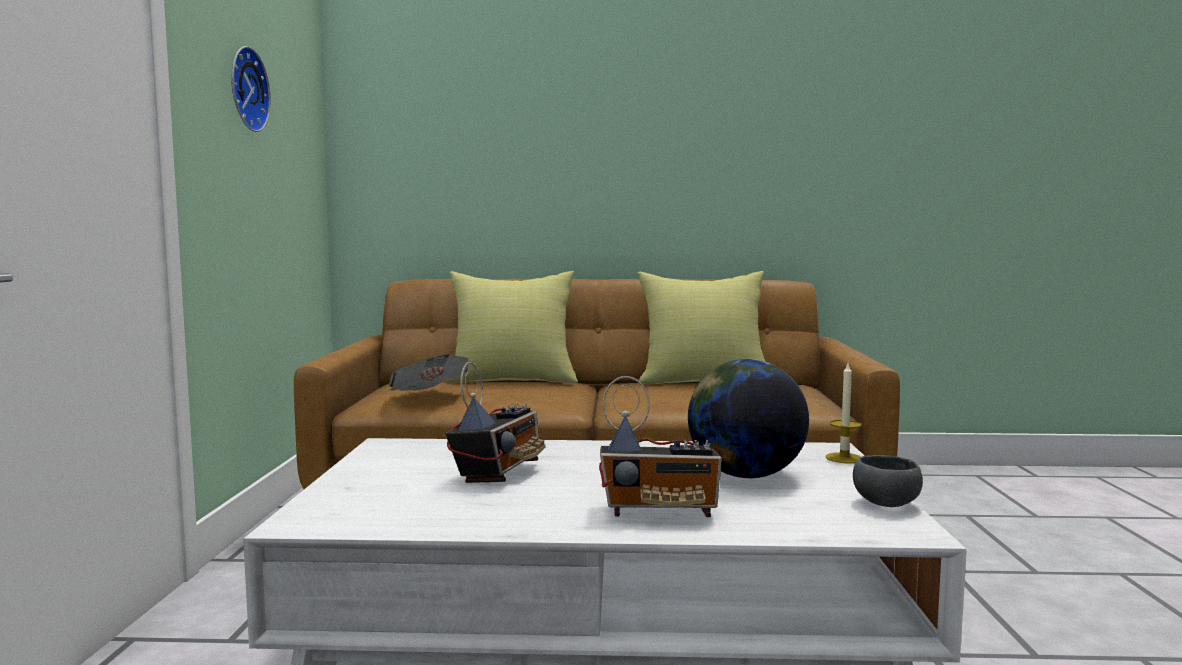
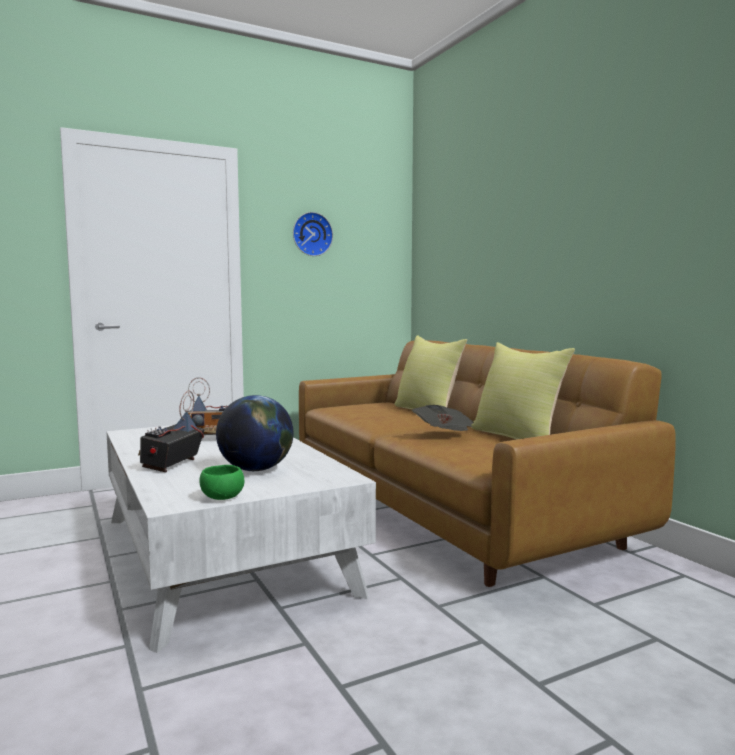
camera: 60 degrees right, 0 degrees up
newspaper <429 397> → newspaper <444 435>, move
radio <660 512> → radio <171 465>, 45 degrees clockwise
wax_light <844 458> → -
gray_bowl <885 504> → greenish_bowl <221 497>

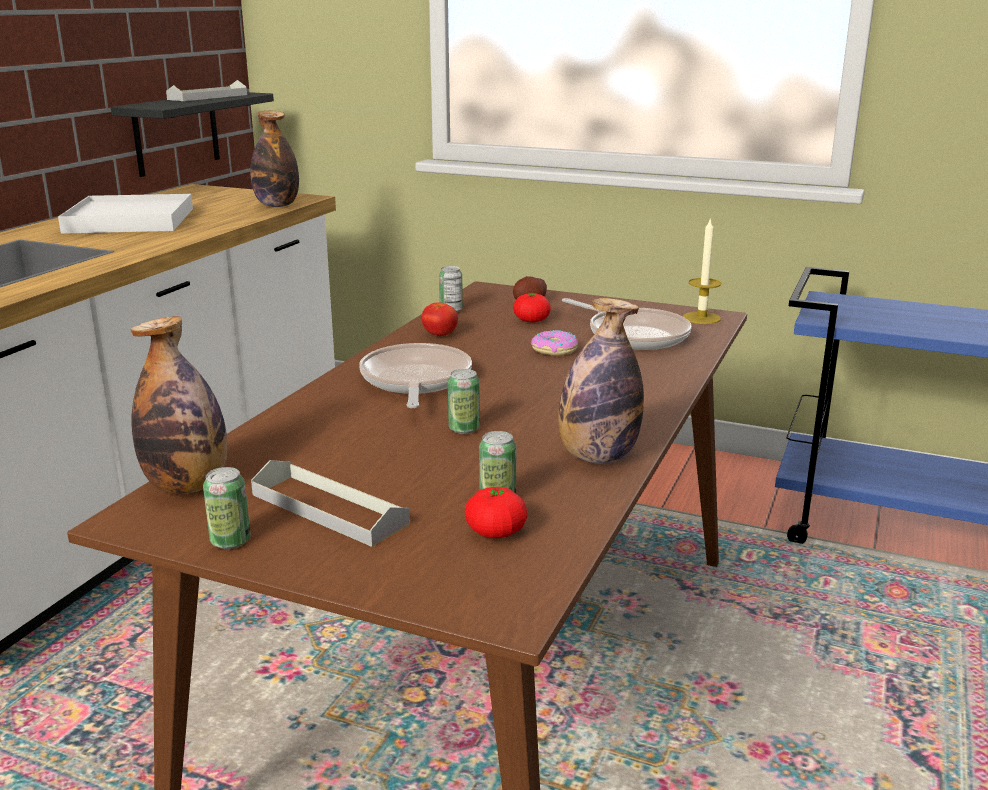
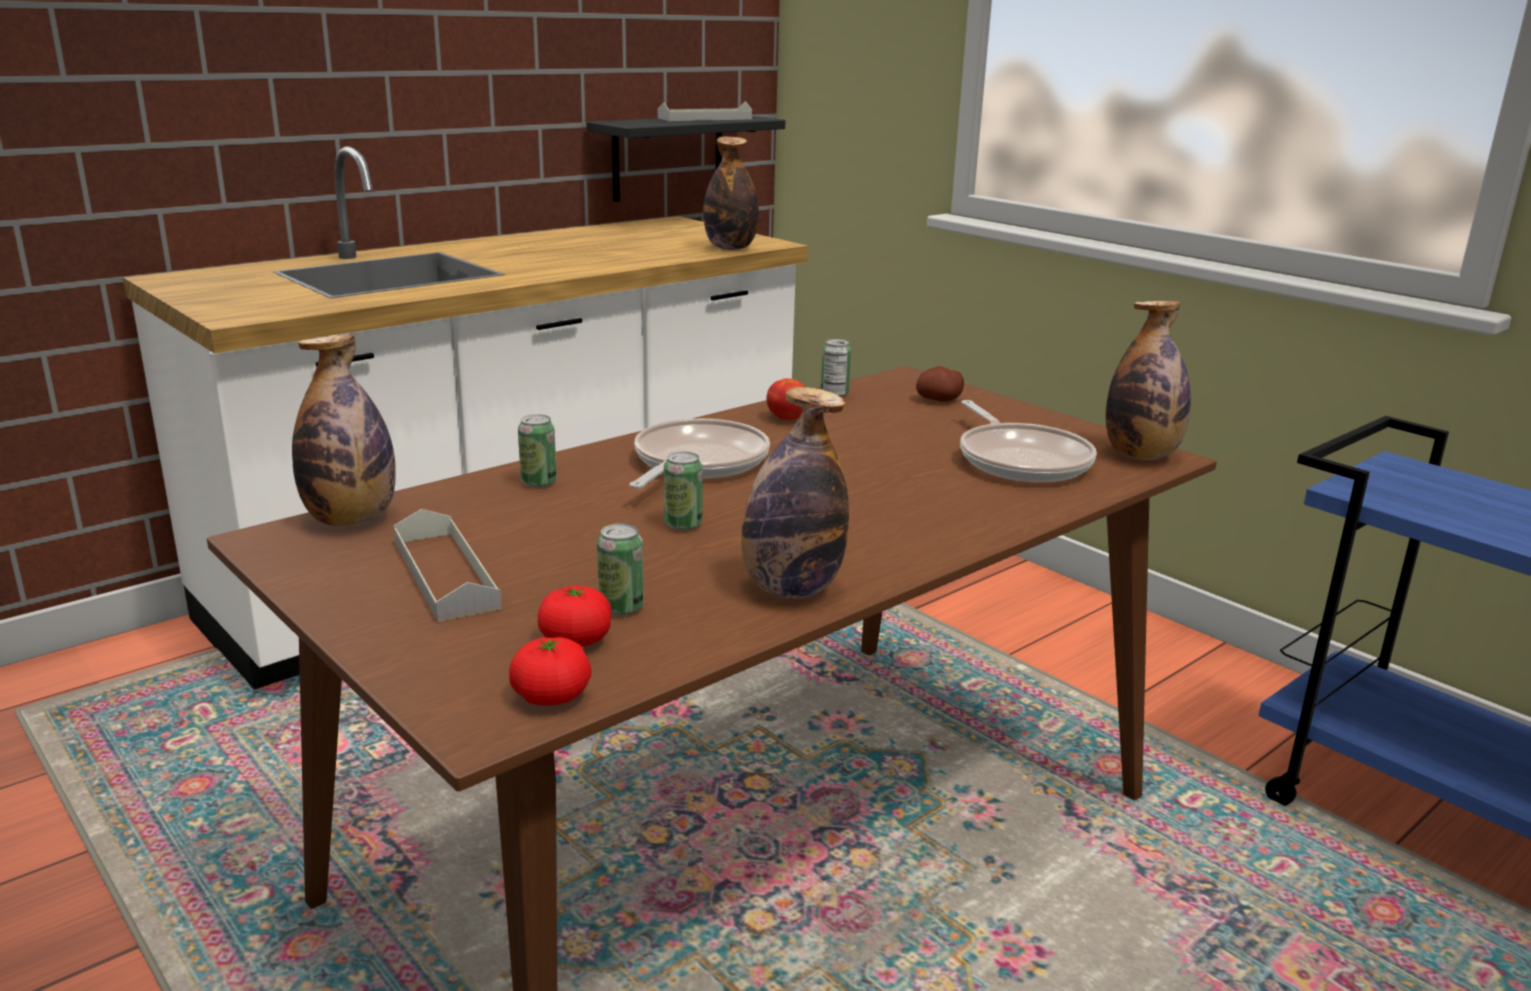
camera: 25 degrees right, 0 degrees up
whitish_carrying_tray <130 220> → -
metal_can <230 541> → metal_can <538 482>, move
tomato <531 320> → tomato <551 696>, move
ring_doughnut <554 350> → -
wax_light <701 318> → beverage_bottle <1141 455>

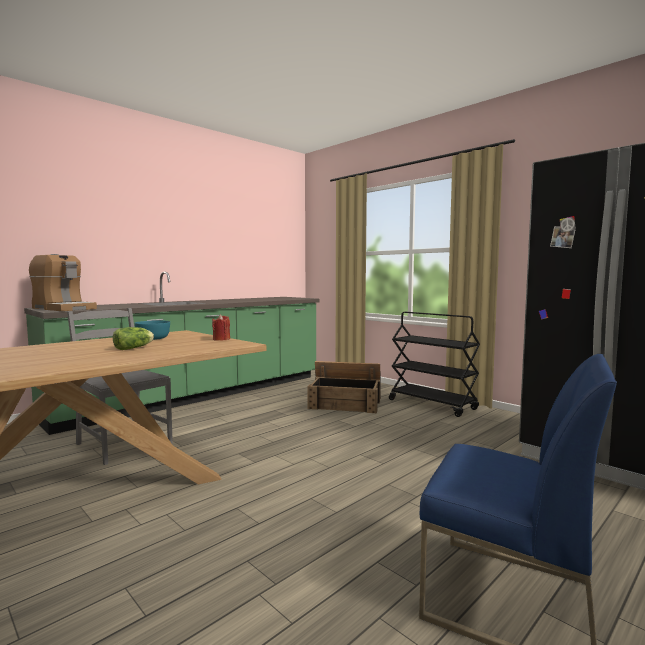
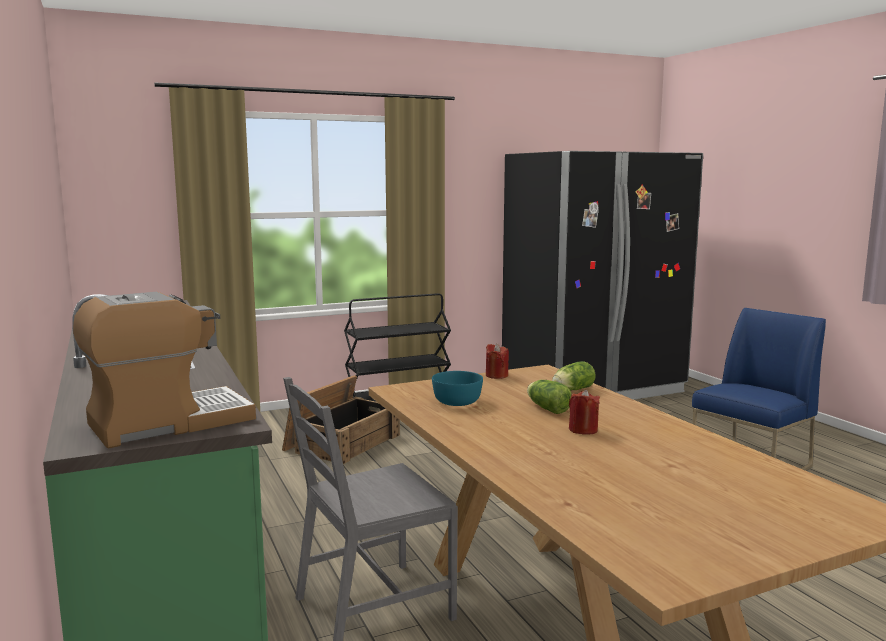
camera: 70 degrees left, 5 degrees up
- → lettuce <571 390>
- → red_wax_light <583 430>

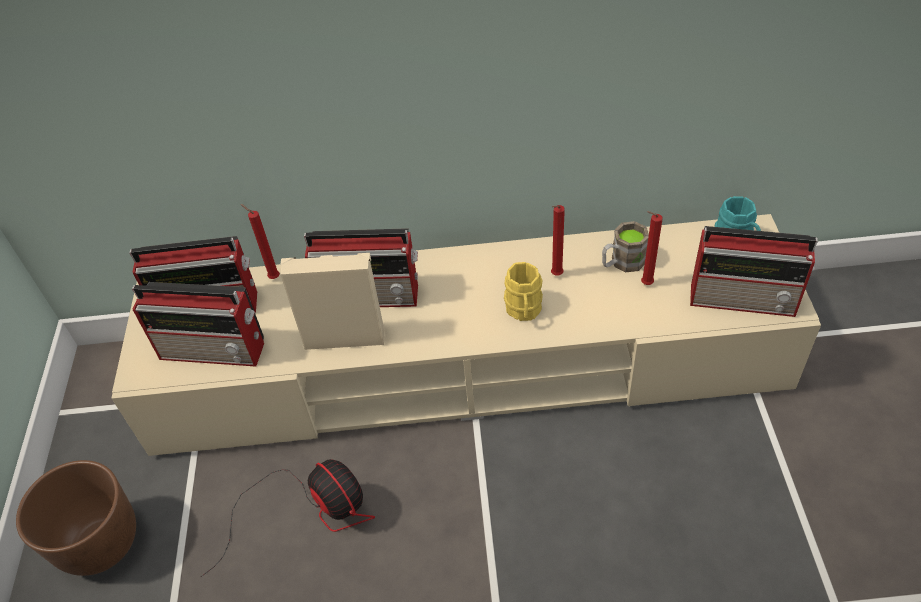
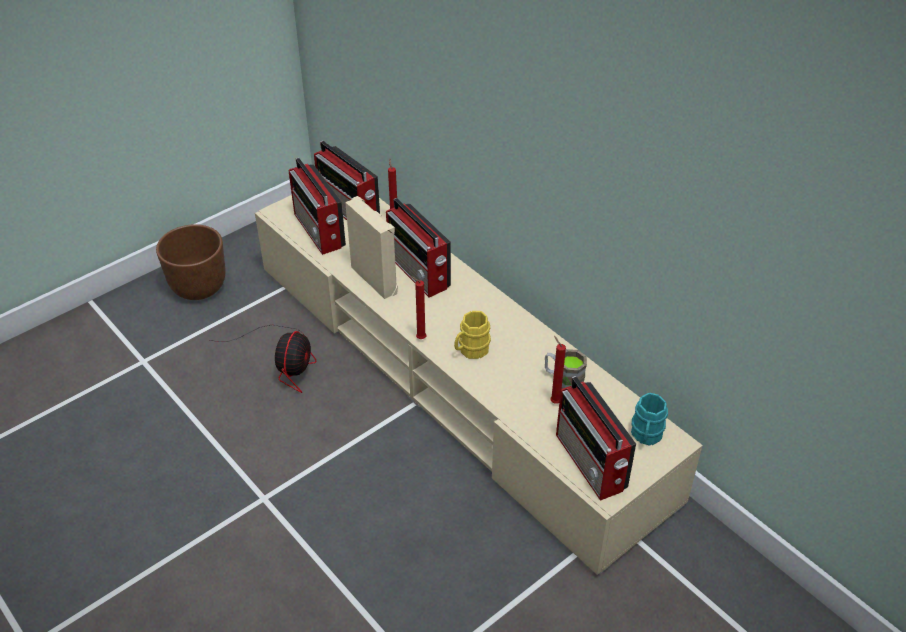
camera: 50 degrees right, 5 degrees down
red_wax_light <555 275> → red_wax_light <419 338>, move

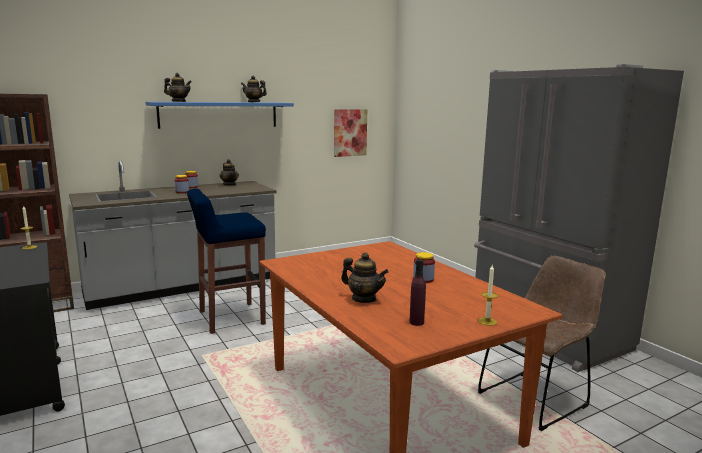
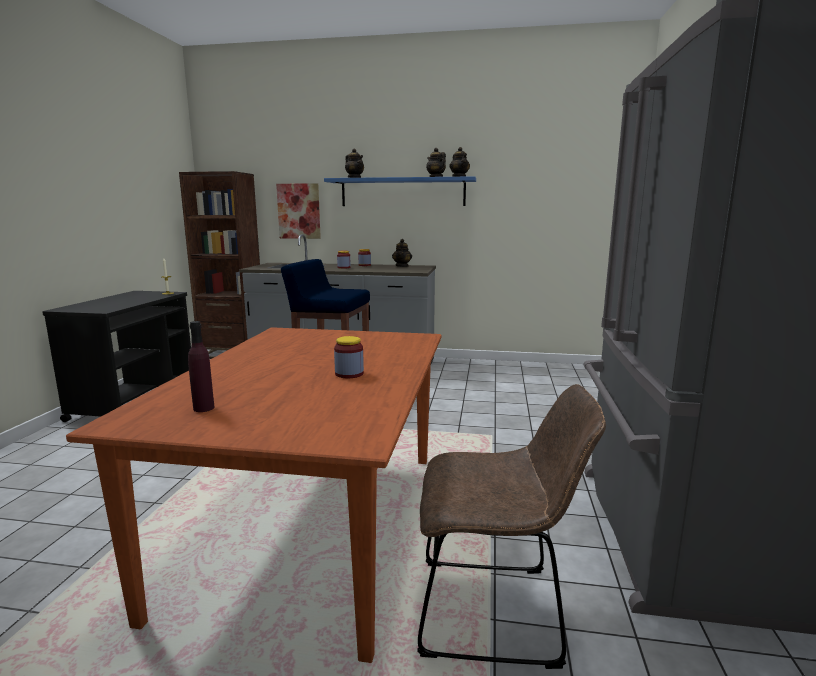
camera: 40 degrees right, 0 degrees up
wall_art <350 132> → wall_art <299 211>, move
teapot <364 299> → teapot <459 177>, move
wax_light <487 321> → -

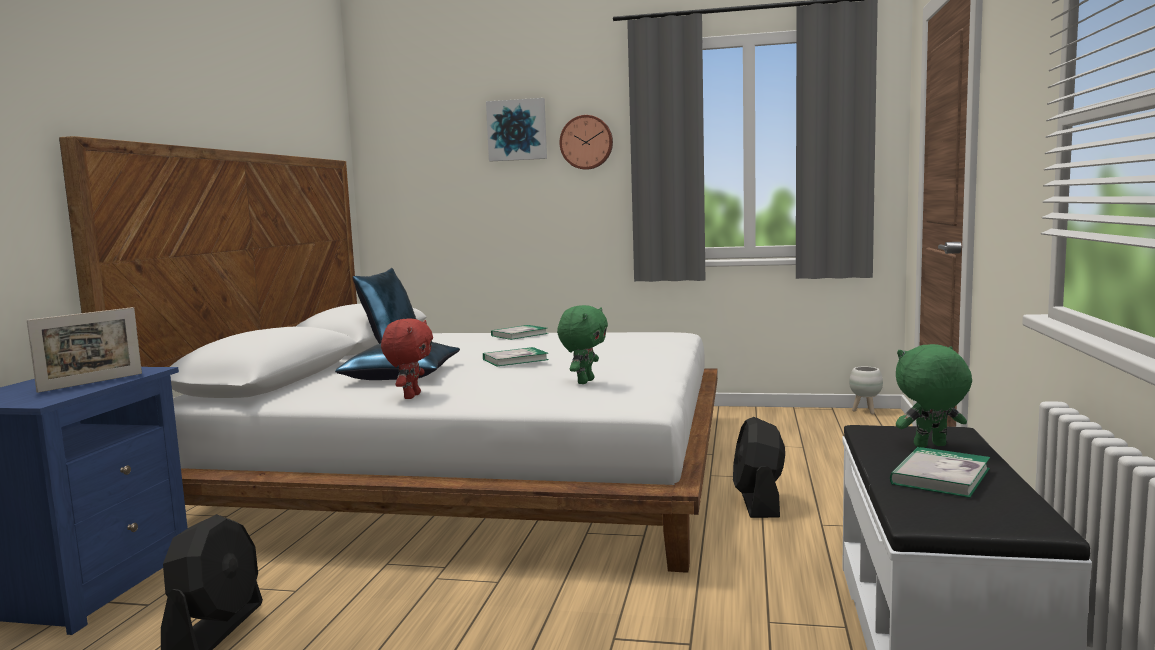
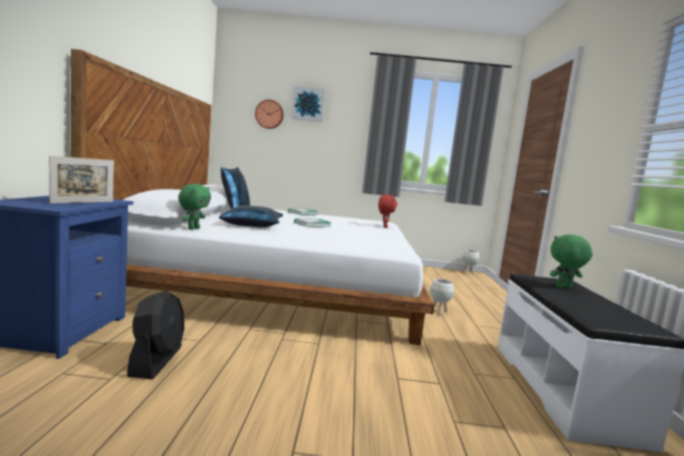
camera: 10 degrees left, 0 degrees up
red_cuddly_toy <411 396> → red_cuddly_toy <384 227>, move
greenish_cuddly_toy <584 381> → greenish_cuddly_toy <193 228>, move
hanging_clock <586 142> → hanging_clock <269 114>, move
blackish_fan <758 502> → whitish_planter <439 312>
book <940 476> → -

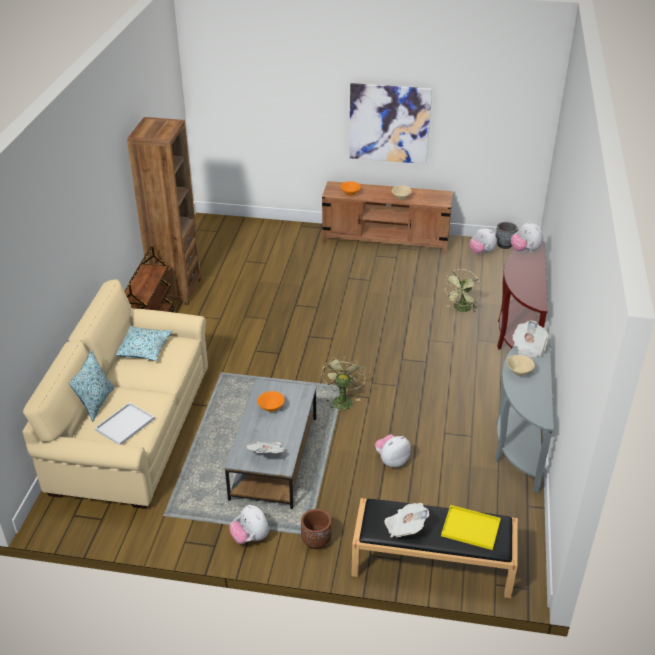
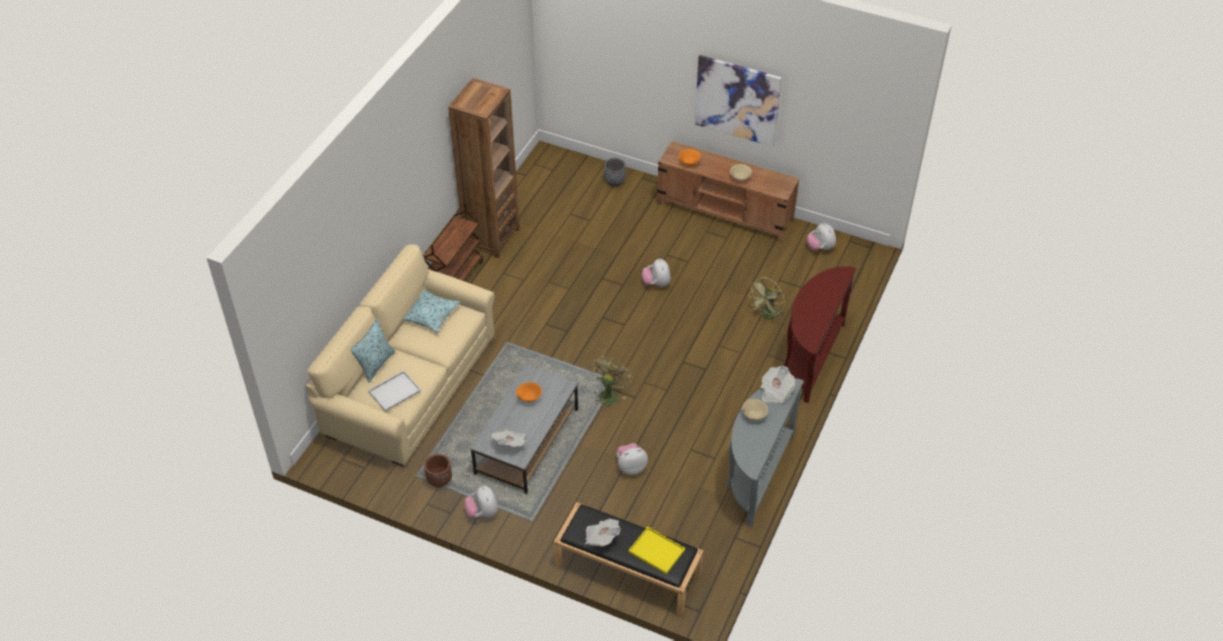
camera: 15 degrees right, 10 degrees up
brown-coloured_planter <316 541> → brown-coloured_planter <439 480>, move
gray_planter <504 245> → gray_planter <614 181>, move
cuddly_toy <525 250> → cuddly_toy <656 283>, move

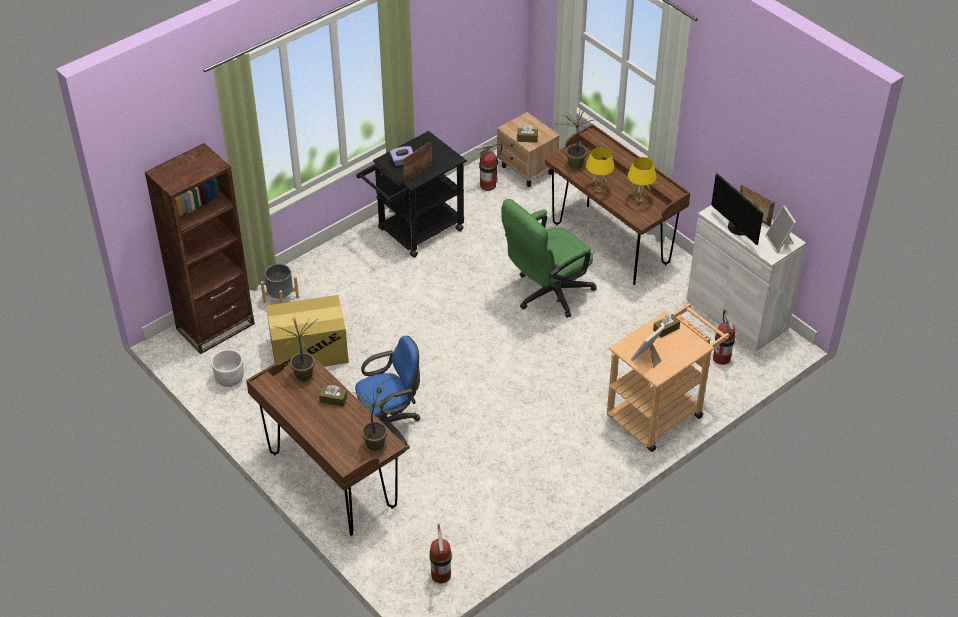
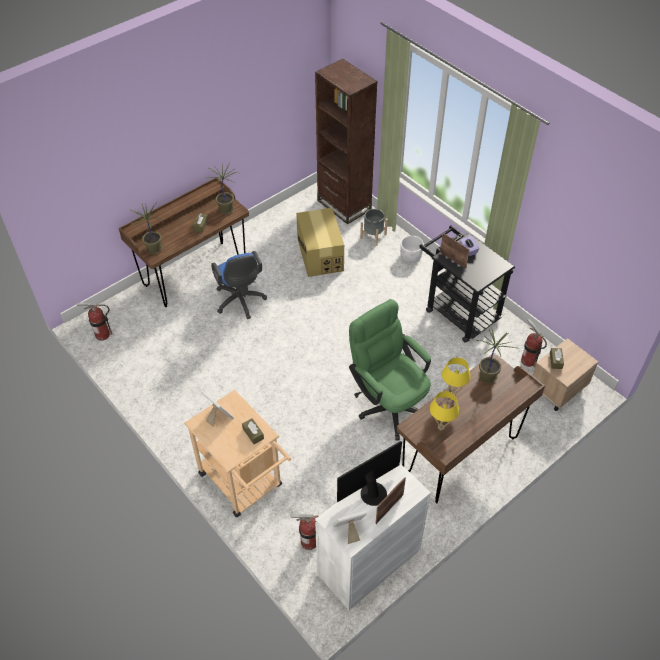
camera: 90 degrees right, 5 degrees up
whitish_planter <230 379> → whitish_planter <410 257>, move

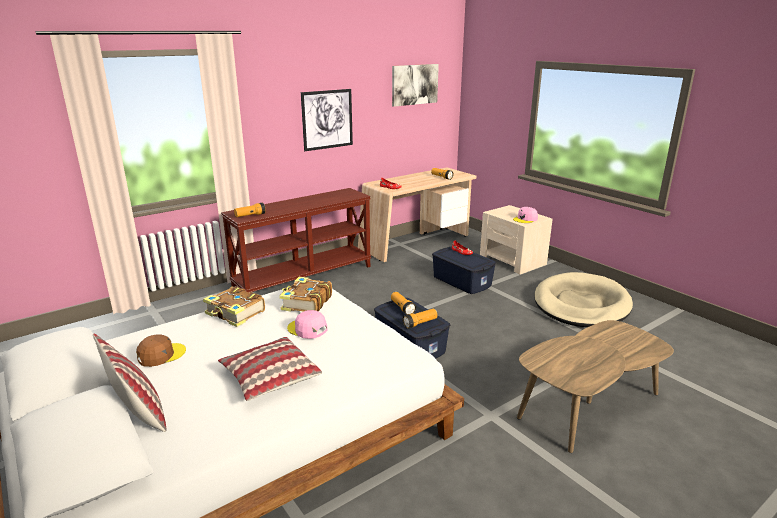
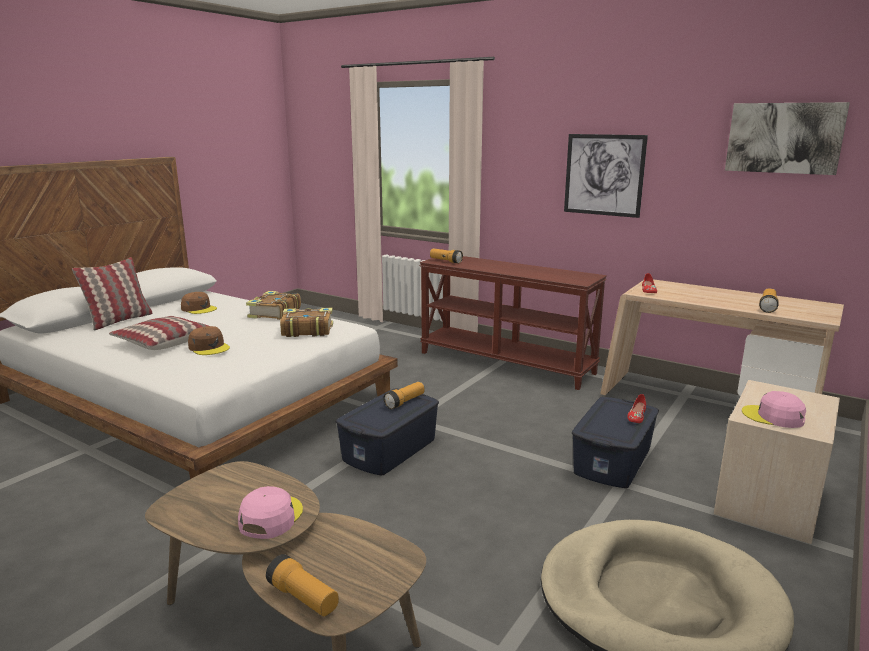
camera: 70 degrees right, 5 degrees down
pinkish_baseball_cap <307 329> → pinkish_baseball_cap <270 518>, move
hand_torch <420 323> → hand_torch <303 598>, move
- → brown-coloured_baseball_cap <209 347>

